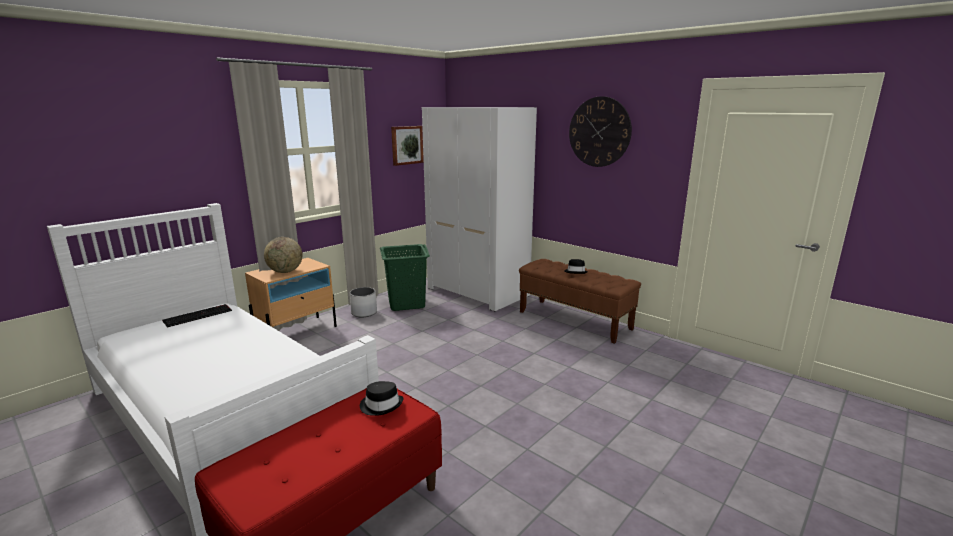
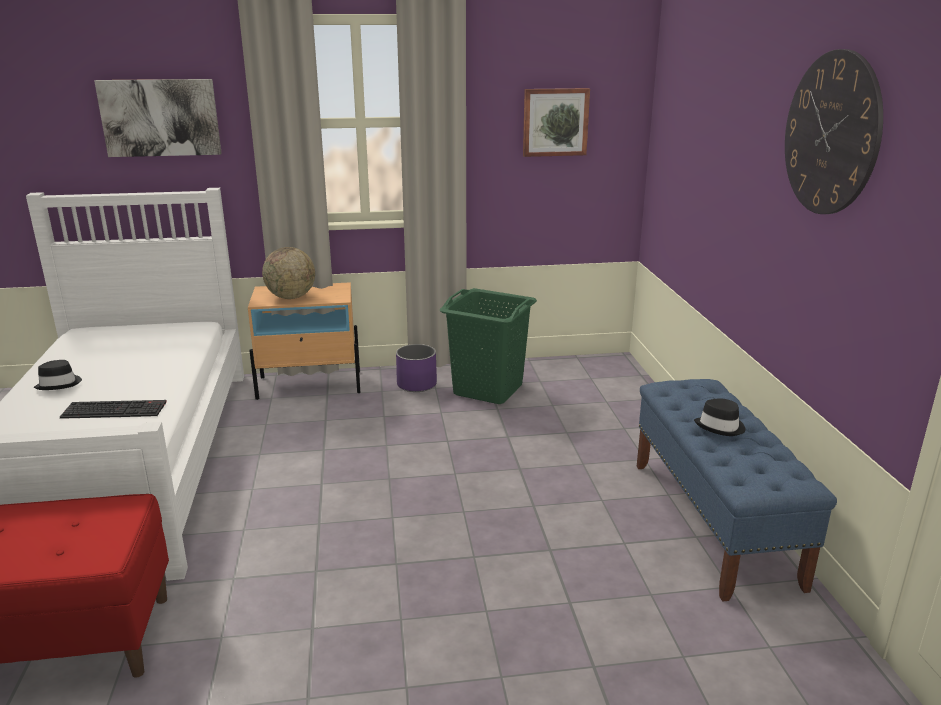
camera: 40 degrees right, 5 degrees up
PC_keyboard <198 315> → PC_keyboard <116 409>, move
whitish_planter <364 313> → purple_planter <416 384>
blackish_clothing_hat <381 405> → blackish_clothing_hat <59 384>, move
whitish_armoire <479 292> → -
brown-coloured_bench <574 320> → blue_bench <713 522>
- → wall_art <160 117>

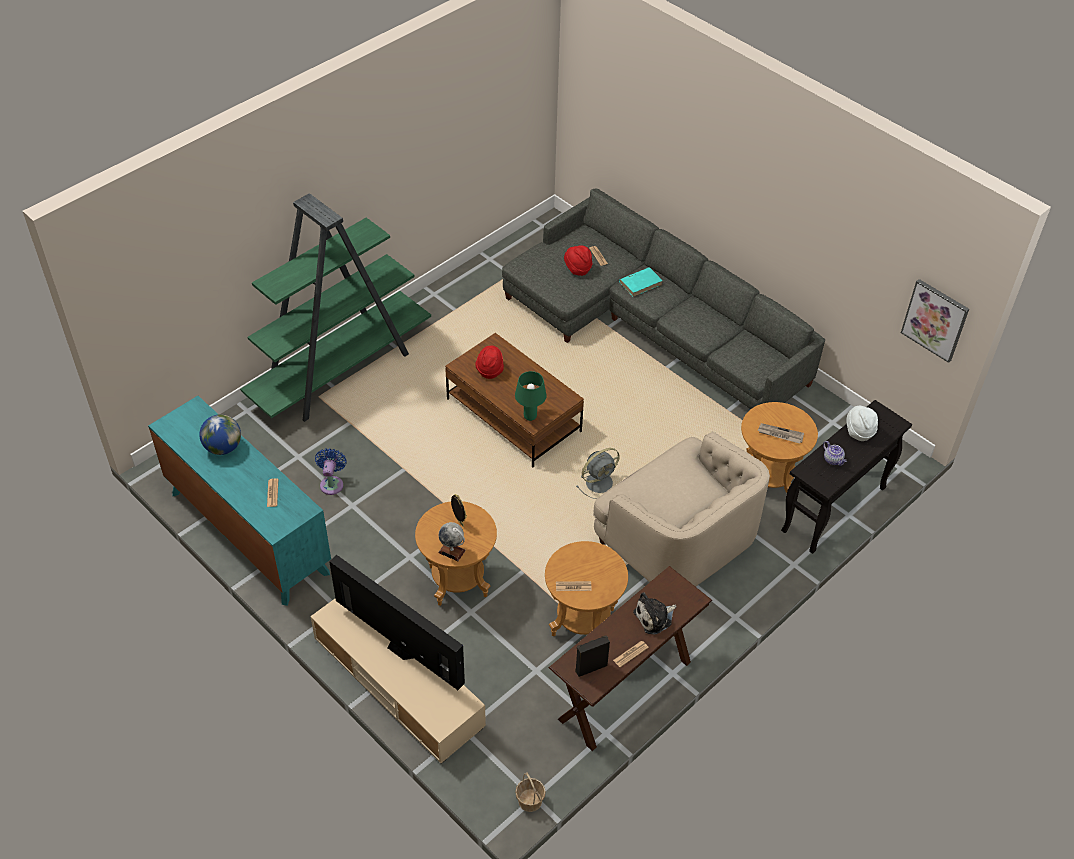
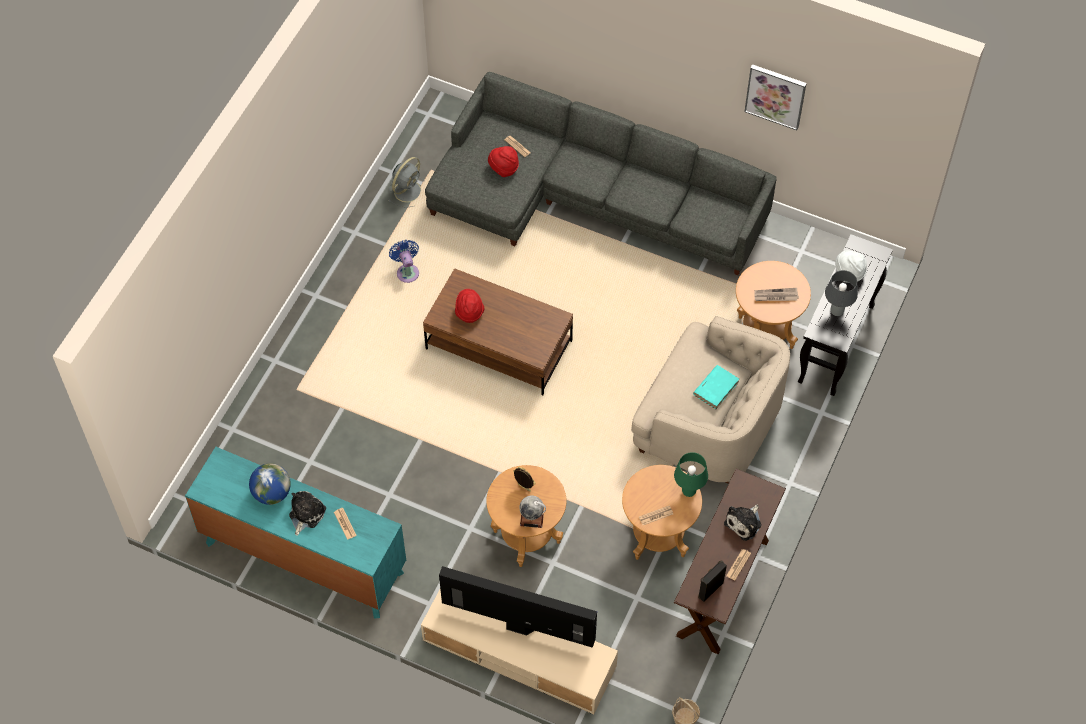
camera: 20 degrees left, 10 degrees up
greenish_bookshelf <341 370> → -
blue_fan <332 483> → blue_fan <407 271>, move
greenish_tabletop_lamp <530 417> → greenish_tabletop_lamp <689 491>, move
gray_fan <600 482> → gray_fan <408 190>, move
blue-green_book <641 283> → blue-green_book <716 388>, move
teapot <833 460> → gray_tabletop_lamp <837 311>
wall_art <935 320> → wall_art <775 96>, move
- → cuddly_toy <306 514>

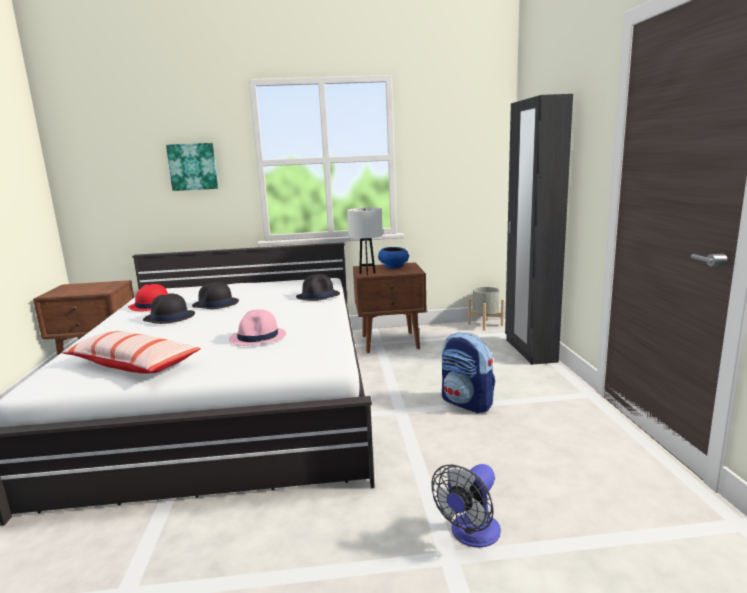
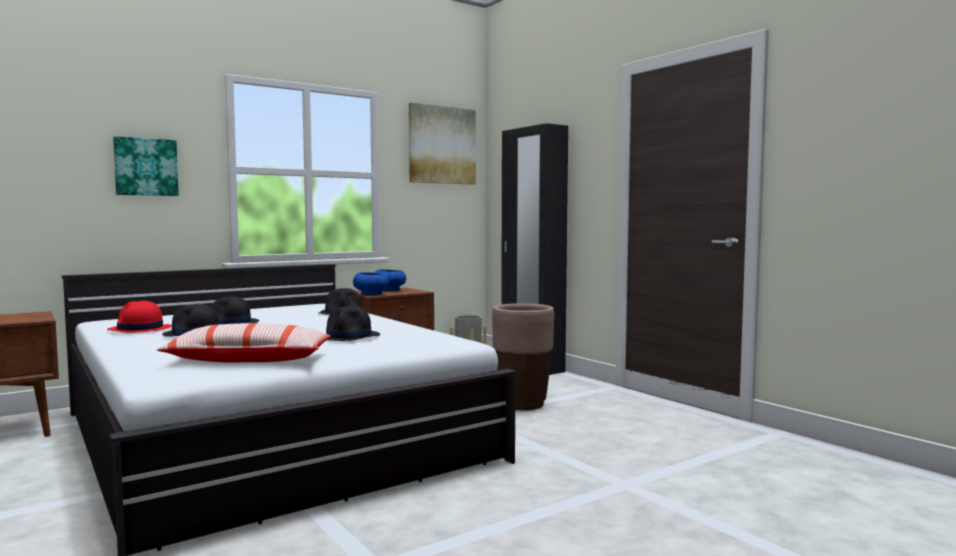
camera: 30 degrees left, 10 degrees down
pinkish_clothing_hat <258 337> → blackish_clothing_hat <349 337>
whitish_tabletop_lamp <367 273> → blue_bowl <371 294>
fan <471 535> → -
rucksack <467 403> → brown-coloured_planter <522 404>
- → wall_art <442 145>

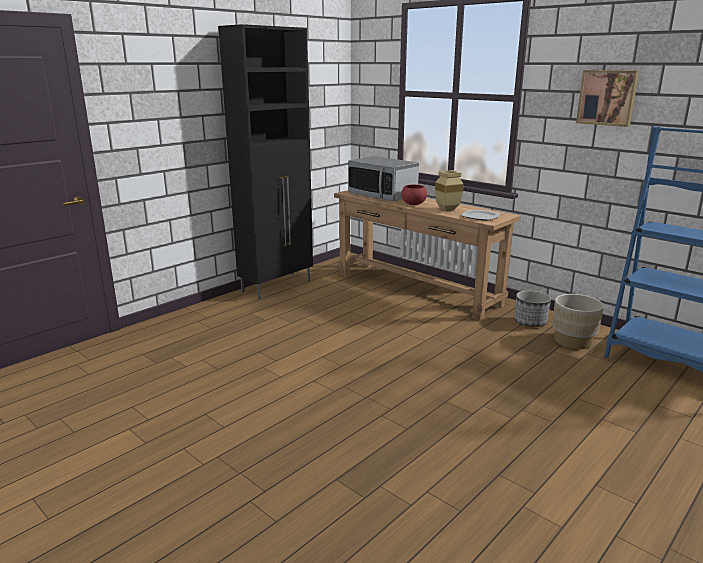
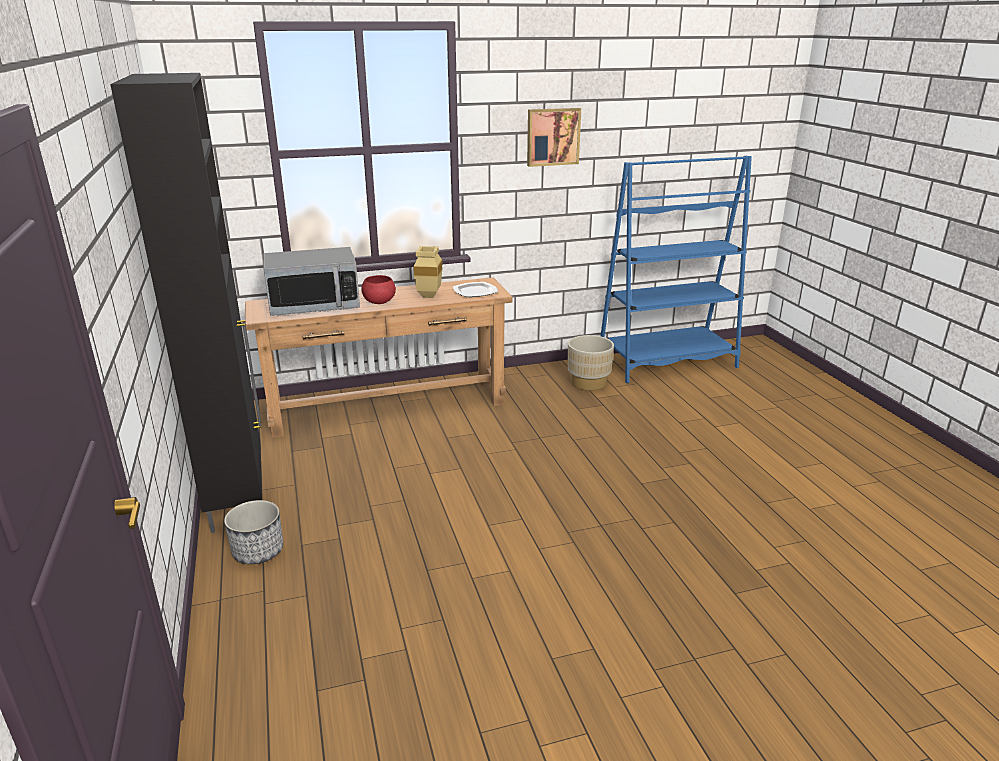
camera: 60 degrees left, 5 degrees up
planter <530 322> → planter <258 551>, move

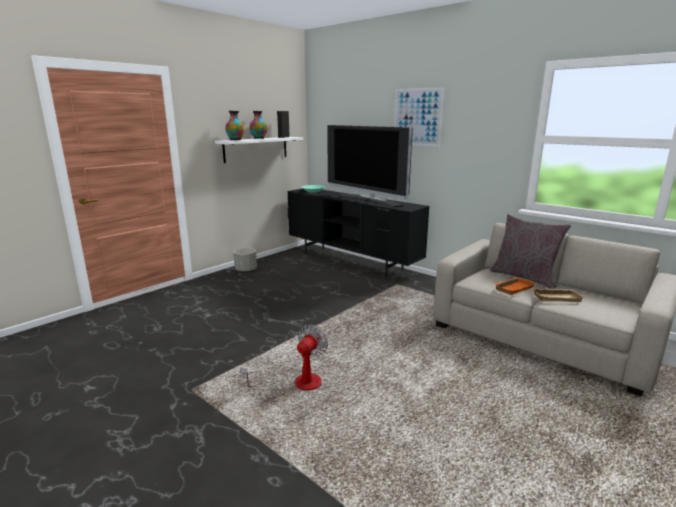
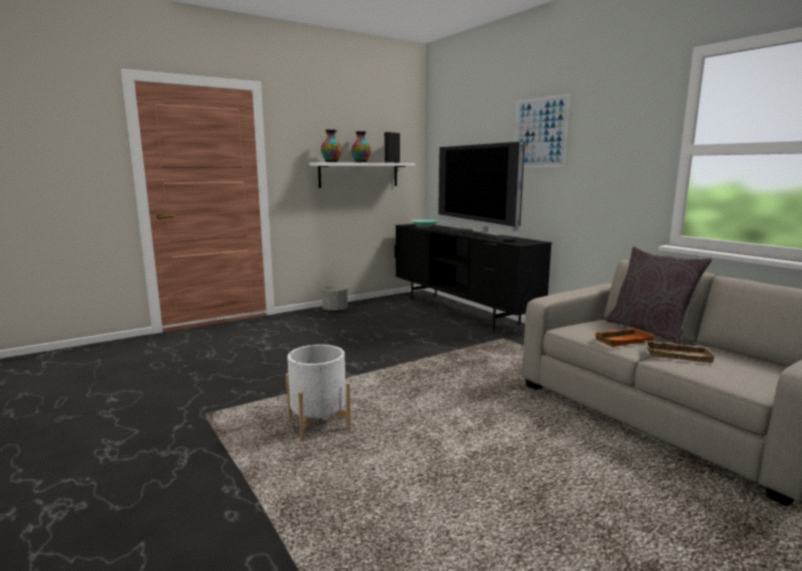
camera: 15 degrees right, 5 degrees down
fan <297 384> → whitish_planter <319 425>

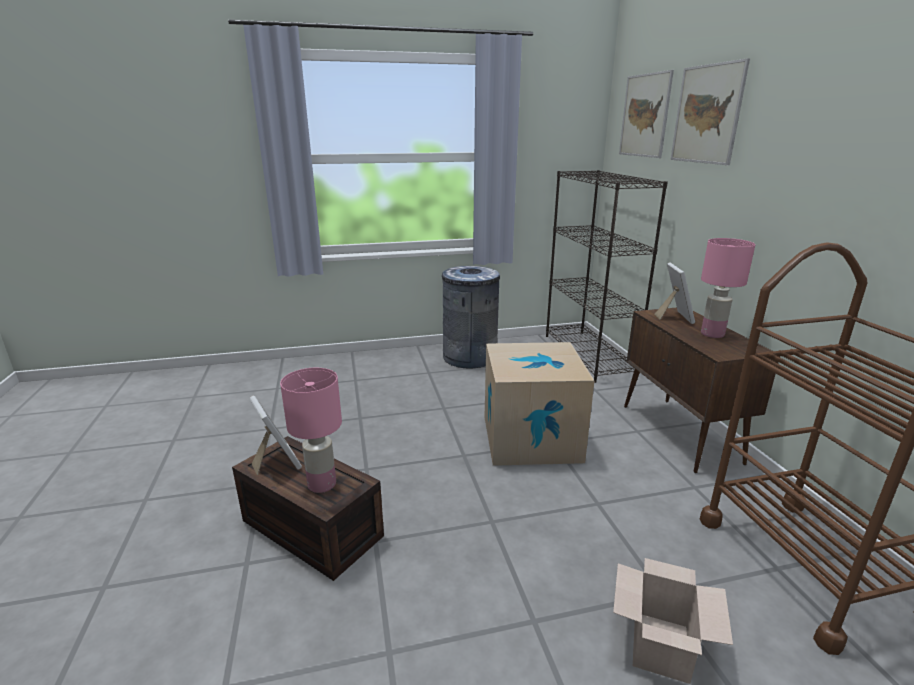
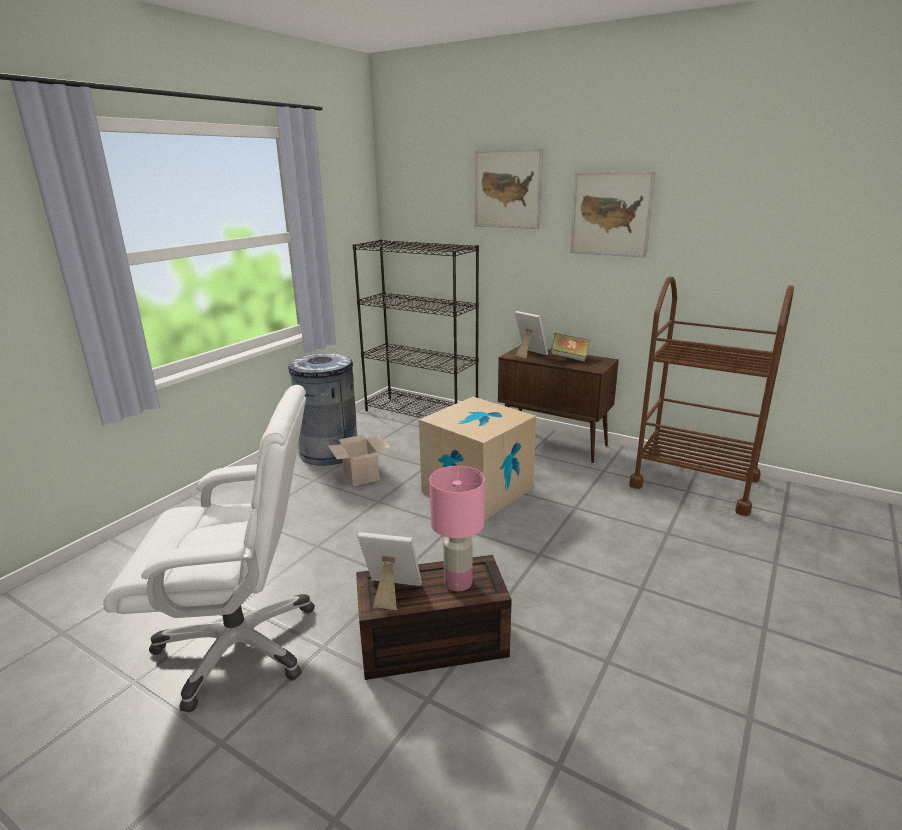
camera: 45 degrees left, 0 degrees up
packing_box <659 644> → packing_box <360 476>, move
wall_art <645 115> → wall_art <610 214>, move
pinkish_tabletop_lamp <712 334> → book <569 358>
- → whitish_office_chair <240 645>

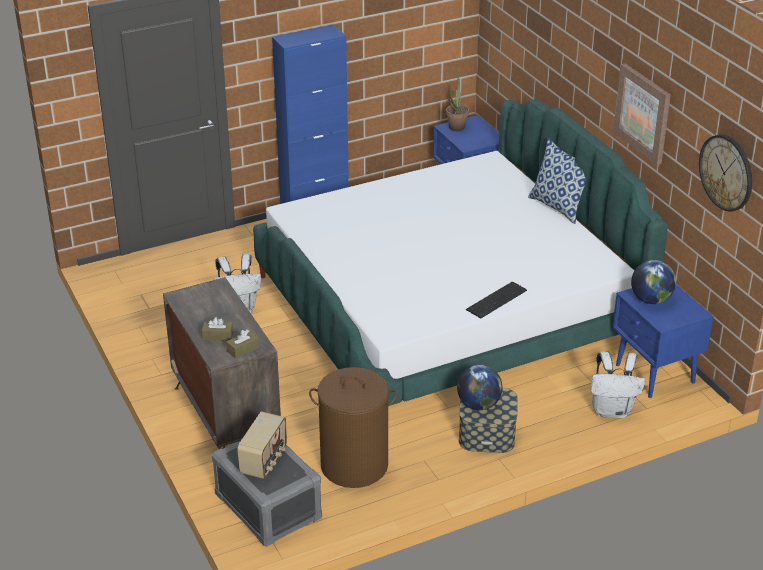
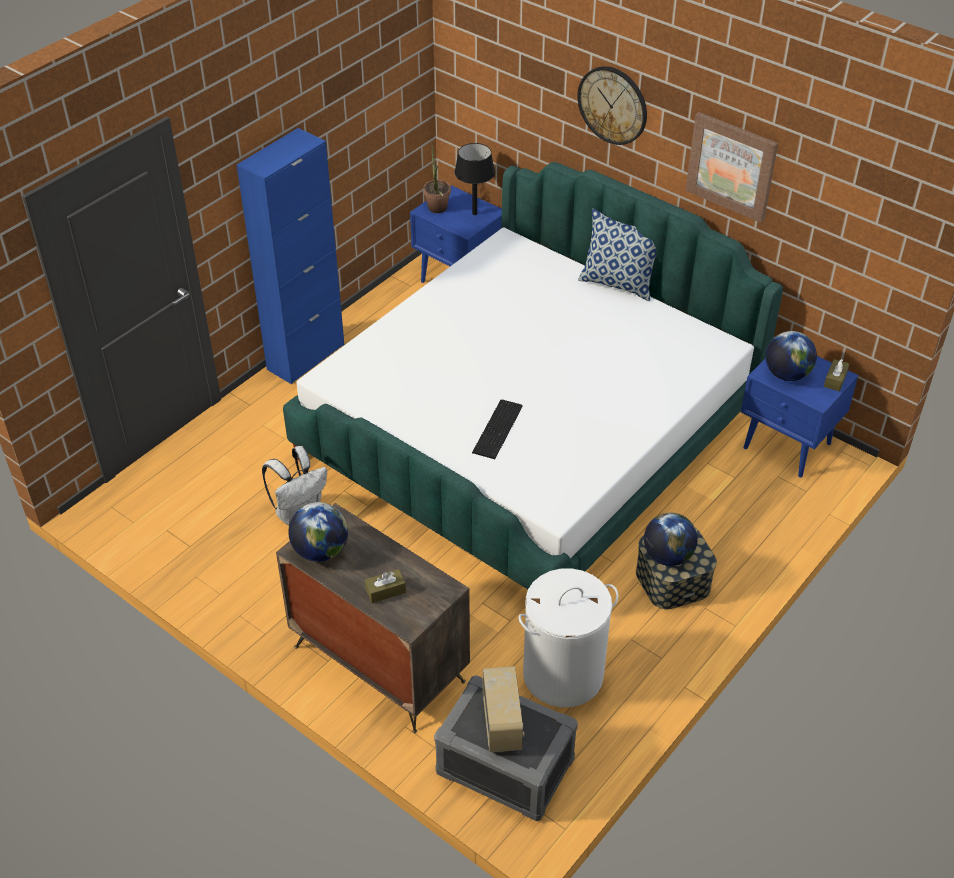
camera: 25 degrees left, 10 degrees up
brown-coloured_tissue_holder <243 349> → brown-coloured_tissue_holder <835 380>, move
brown-coloured_laundry_basket <354 466> → whitish_laundry_basket <563 675>
PC_keyboard <498 300> → PC_keyboard <499 429>, move
whitish_rucksack <612 410> → -
hanging_clock <726 172> → hanging_clock <613 105>, move
- → world_globe <320 551>
- → blackish_tabletop_lamp <474 213>

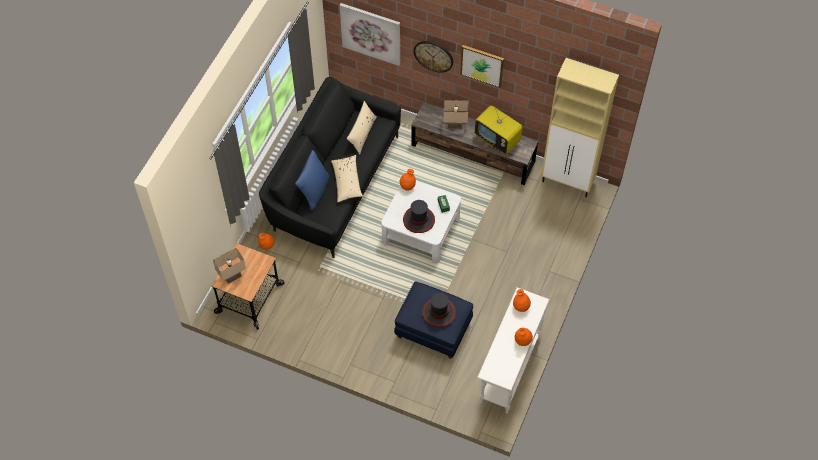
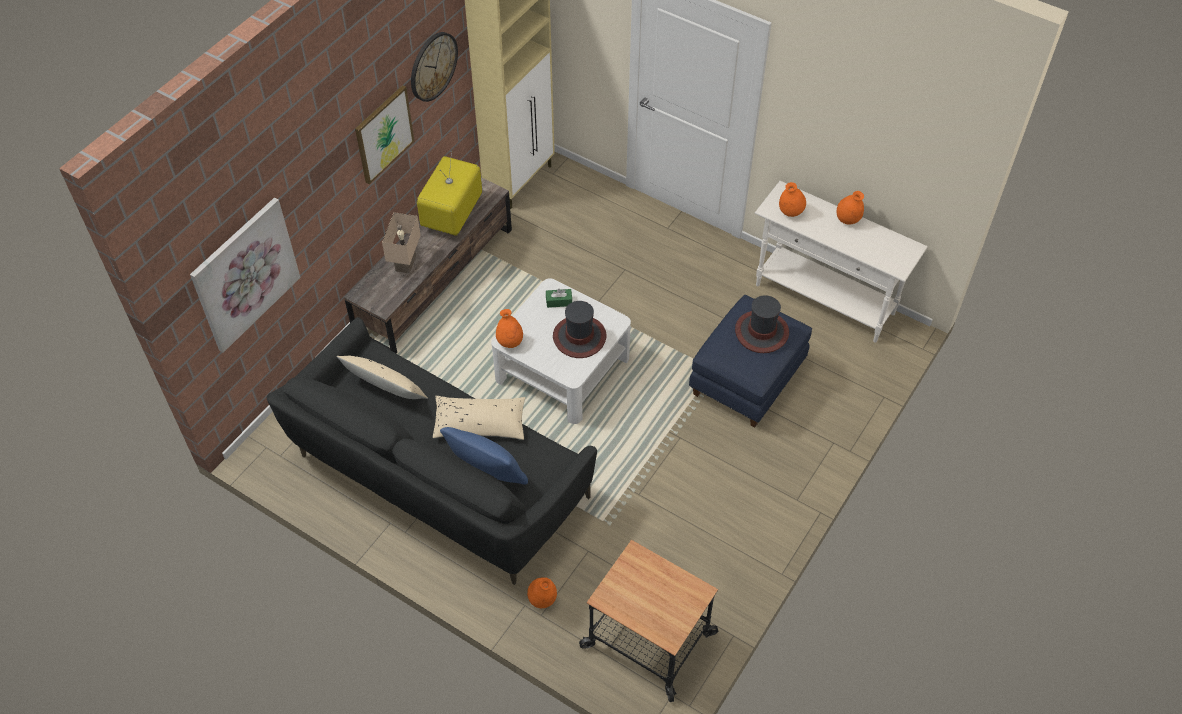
camera: 80 degrees left, 5 degrees down
beige_tabletop_lamp <232 275> → -
hanging_clock <433 56> → hanging_clock <433 66>, move
TV <498 140> → TV <452 216>, 150 degrees clockwise

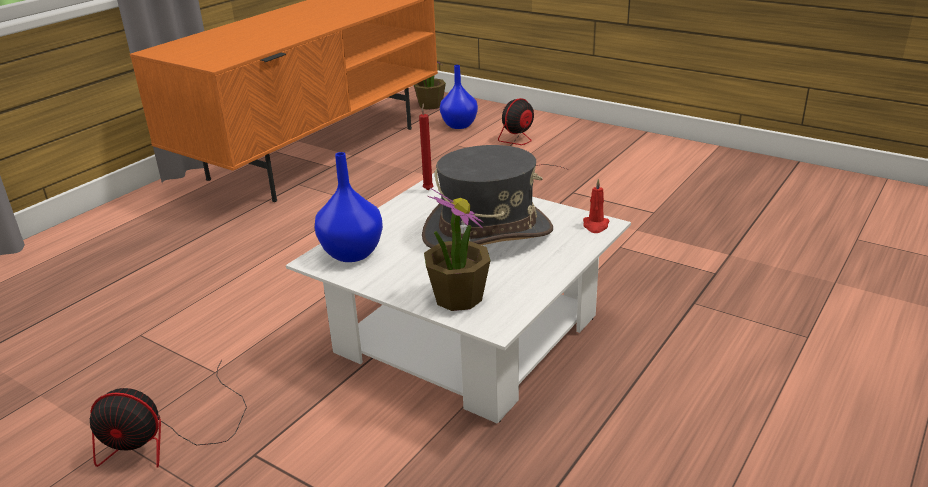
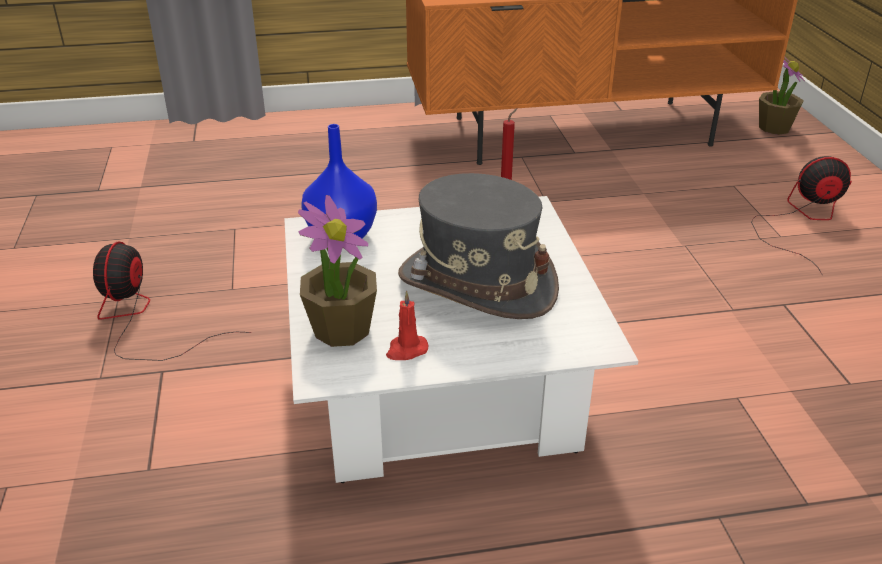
camera: 45 degrees right, 5 degrees up
fan <168 437> → fan <141 319>, 45 degrees clockwise
blue_flower_vase <459 125> → -
red_wax_light <595 226> → red_wax_light <406 350>, move

